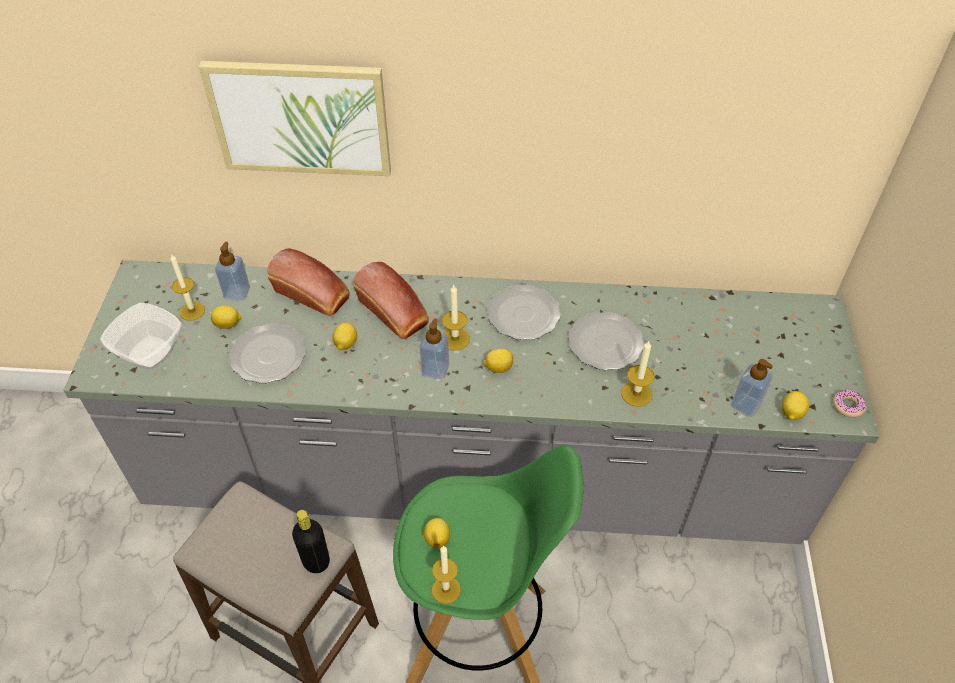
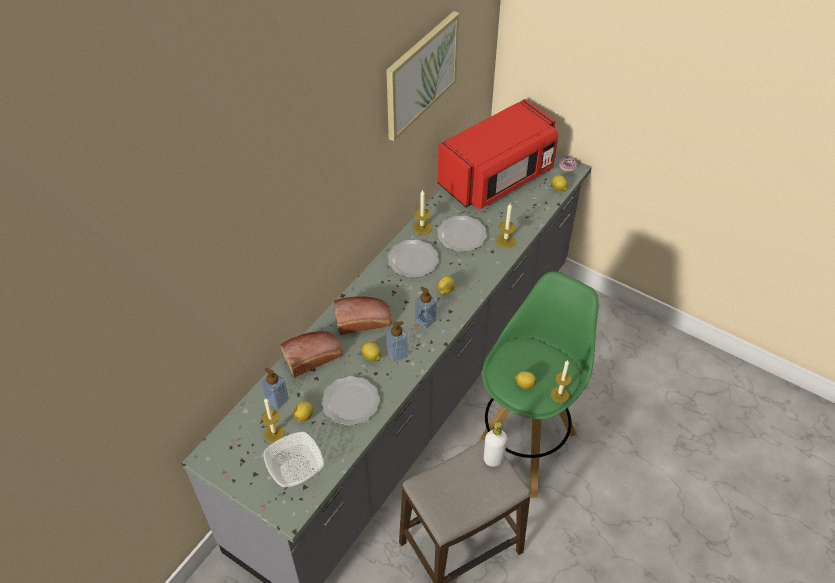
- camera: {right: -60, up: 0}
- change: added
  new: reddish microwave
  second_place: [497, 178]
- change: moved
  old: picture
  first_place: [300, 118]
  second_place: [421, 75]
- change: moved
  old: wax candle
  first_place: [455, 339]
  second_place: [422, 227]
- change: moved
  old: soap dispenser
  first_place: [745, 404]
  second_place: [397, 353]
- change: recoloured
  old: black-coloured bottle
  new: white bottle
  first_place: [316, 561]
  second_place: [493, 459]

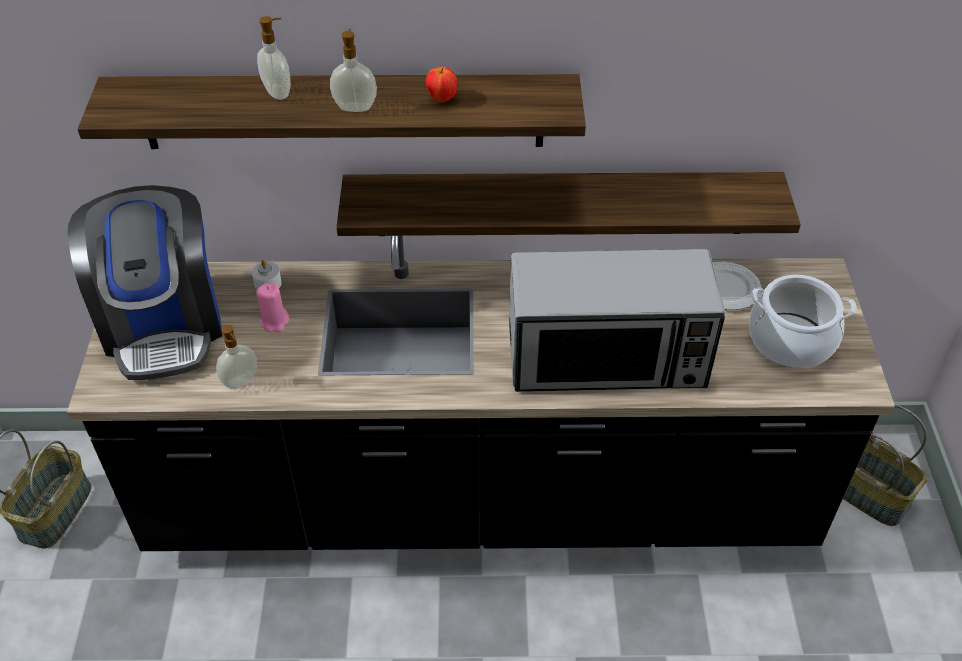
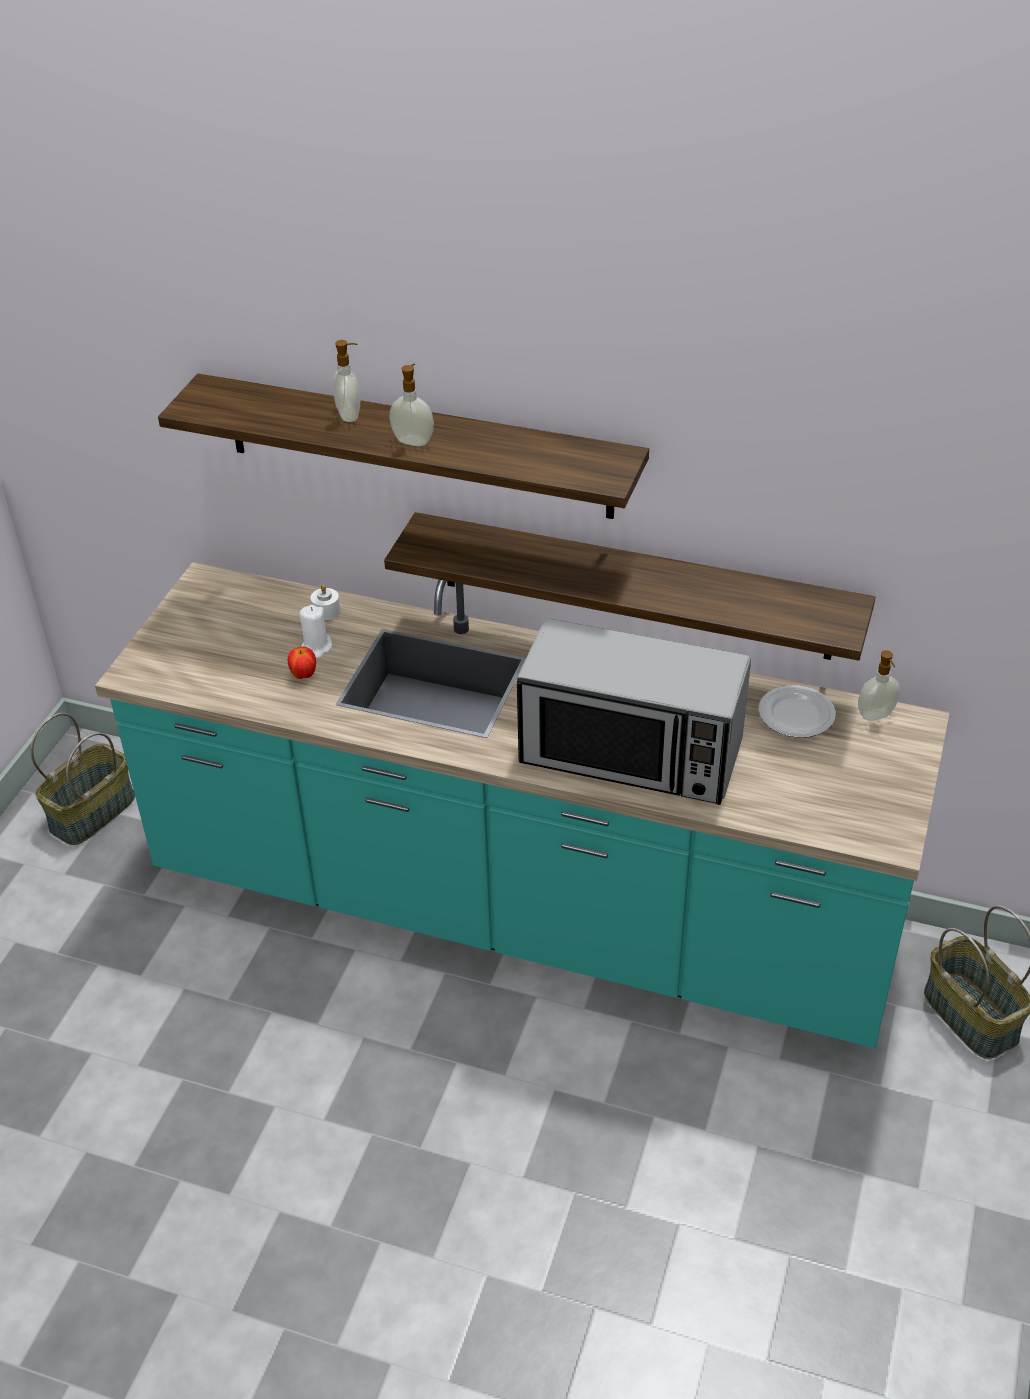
- camera: {right: 20, up: -5}
- change: removed
  old: coffee maker
  first_place: [163, 323]
- change: removed
  old: saucepot
  first_place: [790, 340]
- change: moved
  old: soap dispenser
  first_place: [241, 382]
  second_place: [876, 716]
- change: moved
  old: whole apple
  first_place: [442, 99]
  second_place: [303, 675]
- change: recoloured
  old: black-coloured kitchen base unit
  new: blue-green kitchen base unit
  first_place: [481, 502]
  second_place: [520, 911]
- change: recoloured
  old: pinkish wax candle
  new: white wax candle
  first_place: [275, 322]
  second_place: [316, 647]

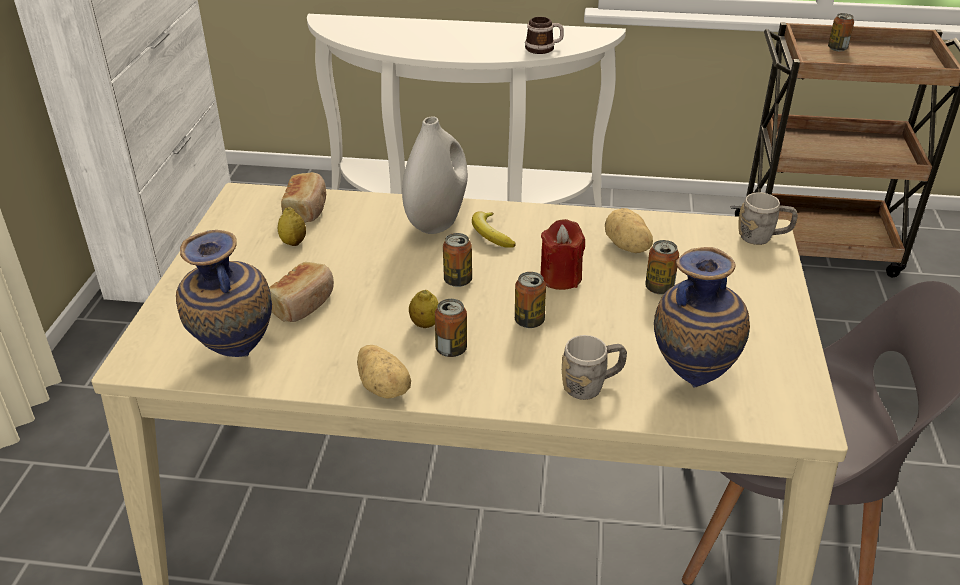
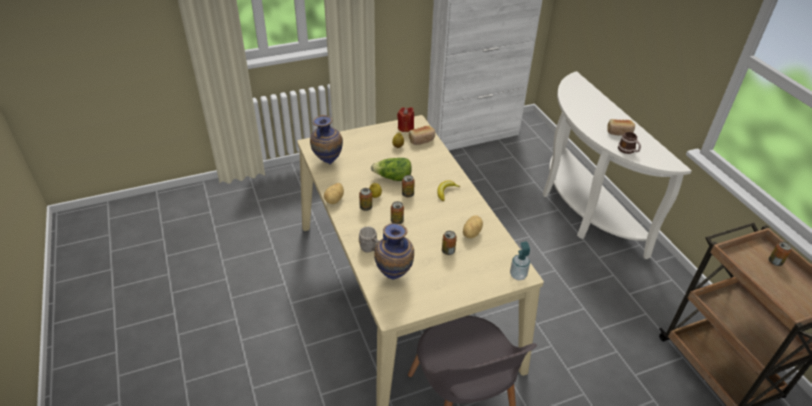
- camera: {right: 60, up: 5}
- change: removed
  old: white vase
  first_place: [436, 221]
- change: added
  new: lettuce head
  second_place: [393, 178]
- change: moved
  old: bakery bread
  first_place: [303, 304]
  second_place: [619, 132]
- change: moved
  old: reddish wax candle
  first_place: [560, 277]
  second_place: [405, 127]
- change: replaced
  old: gray tea mug
  new: soap dispenser
  first_place: [763, 238]
  second_place: [518, 275]

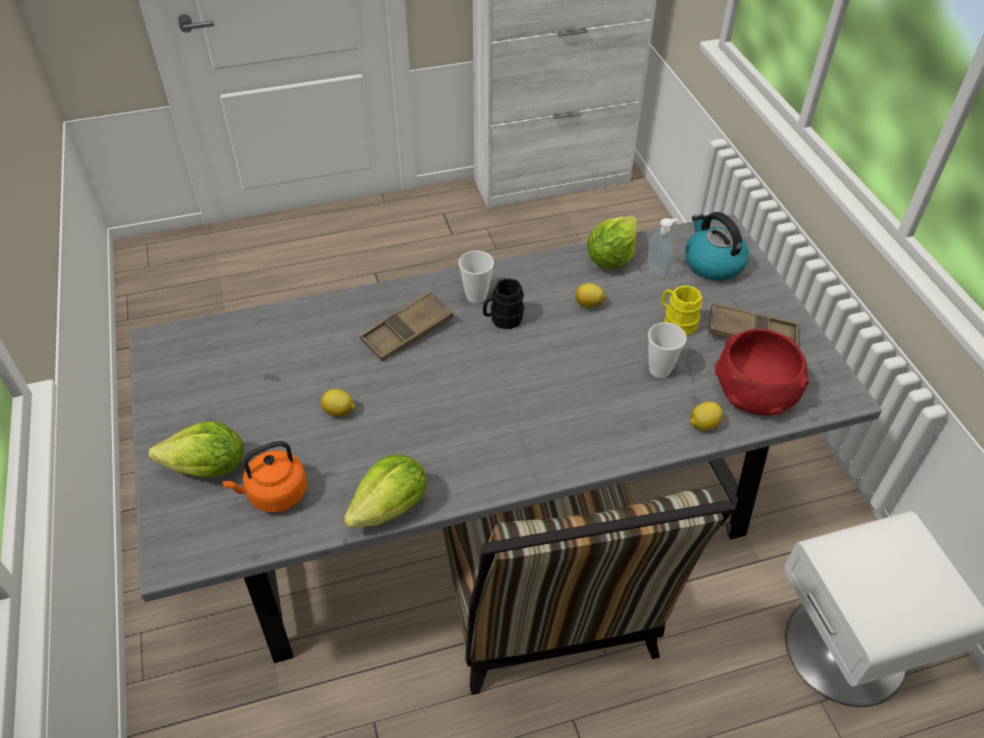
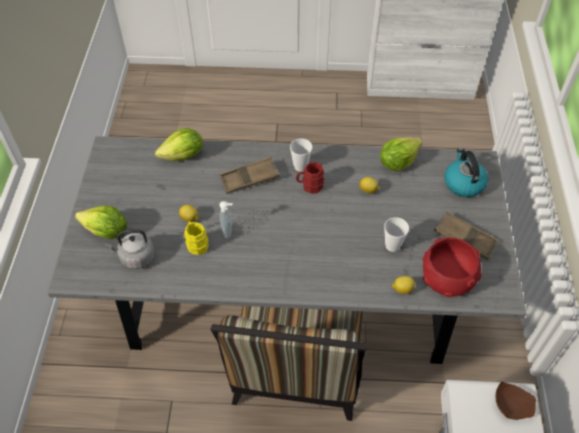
- camera: {right: 20, up: 5}
- change: added
  new: brownish plate
  second_place: [512, 404]
- change: moved
  old: lettuce head
  first_place: [391, 508]
  second_place: [183, 156]
- change: moved
  old: soap dispenser
  first_place: [658, 271]
  second_place: [228, 231]
- change: moved
  old: yellow tea mug
  first_place: [676, 322]
  second_place: [196, 243]
- change: recoloured
  old: orangey tea kettle
  new: gray tea kettle
  first_place: [274, 494]
  second_place: [135, 257]
- change: recoloured
  old: black-coloured tea mug
  new: reddish tea mug
  first_place: [502, 319]
  second_place: [310, 186]

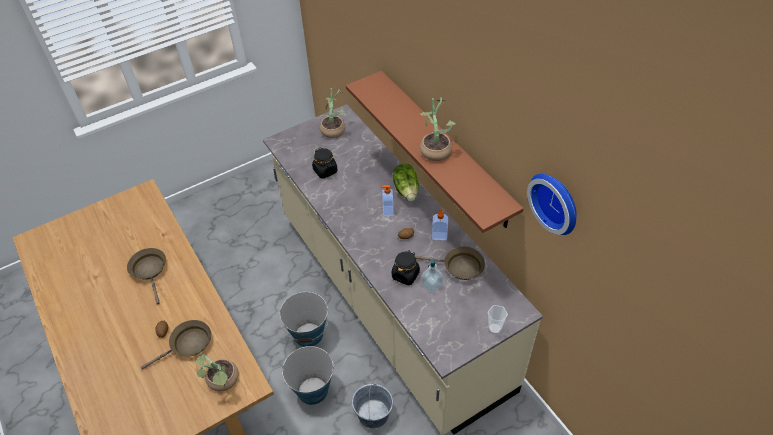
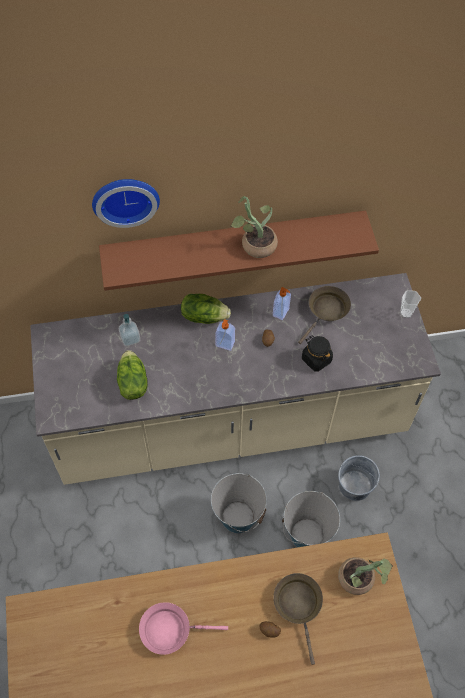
- camera: {right: -70, up: 10}
- change: removed
  old: houseplant
  first_place: [334, 128]
- change: moved
  old: soap dispenser
  first_place: [431, 285]
  second_place: [130, 338]
- change: moved
  old: wall clock
  first_place: [556, 201]
  second_place: [125, 198]
- change: replaced
  old: black-coloured storage jar
  new: lettuce head
  first_place: [325, 171]
  second_place: [132, 383]
- change: recoloured
  old: brownish frying pan
  new: pinkish frying pan
  first_place: [150, 270]
  second_place: [170, 629]

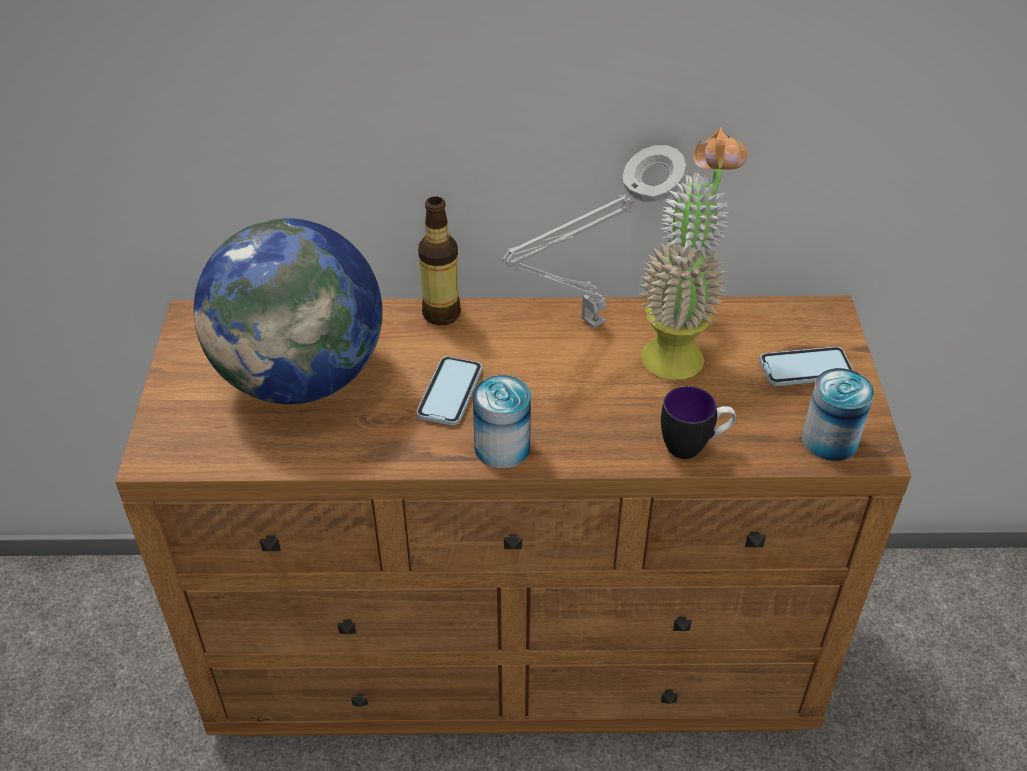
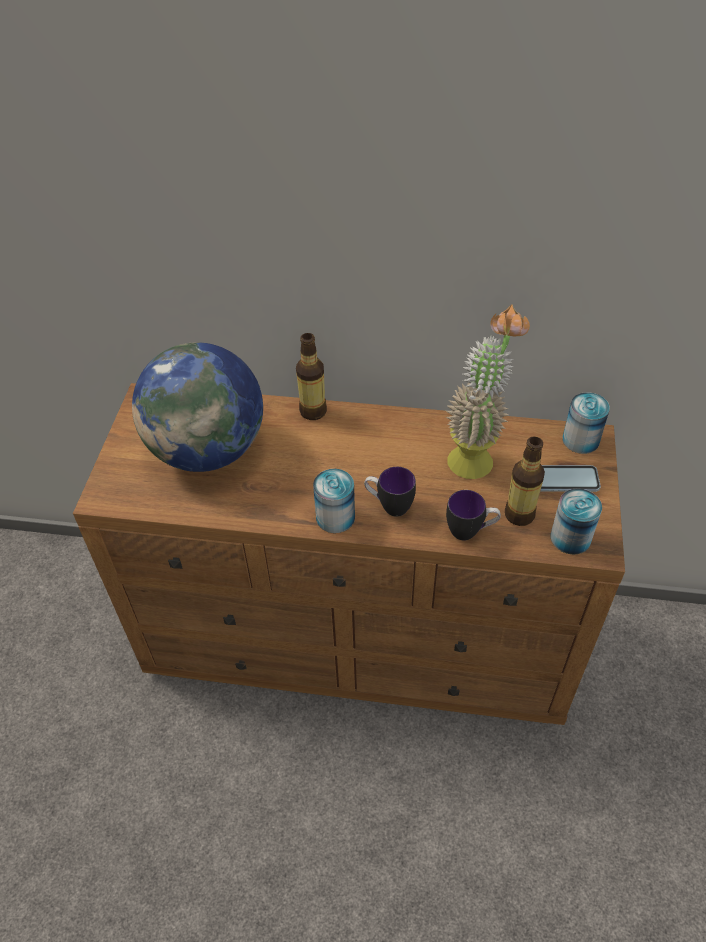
- camera: {right: 10, up: 5}
- change: removed
  old: handset
  first_place: [450, 393]
- change: removed
  old: gray tabletop lamp
  first_place: [587, 325]
- change: added
  new: tea mug
  second_place: [389, 506]
- change: added
  new: bottle
  second_place: [519, 514]
- change: added
  new: can
  second_place: [580, 440]

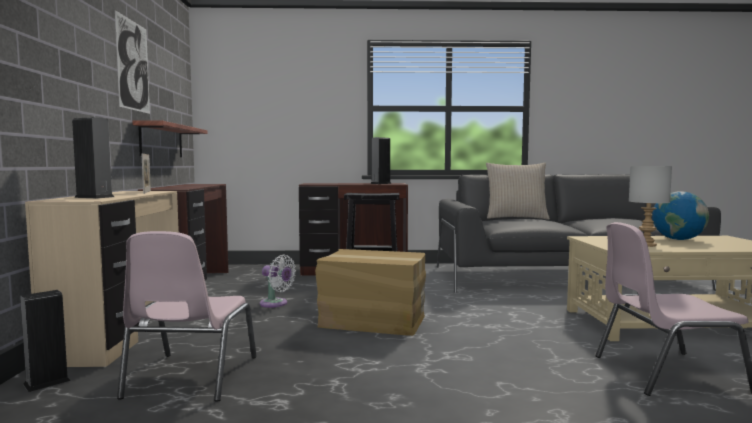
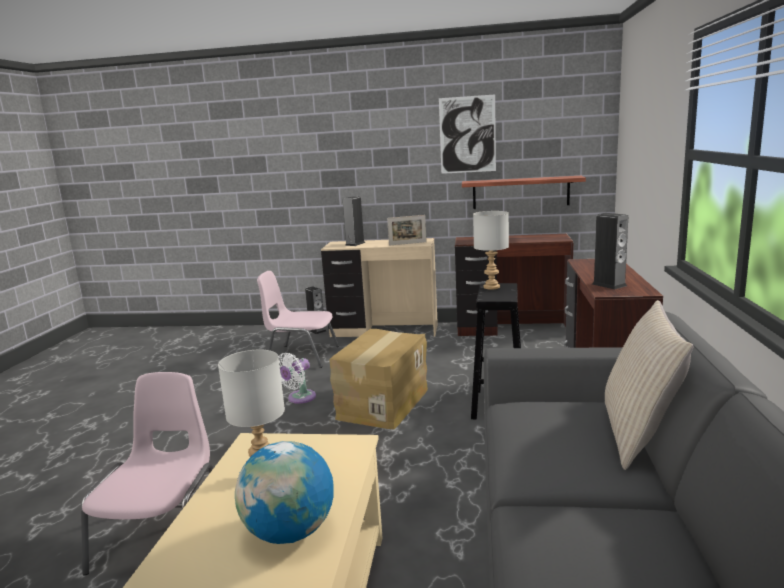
- camera: {right: 100, up: 10}
- change: added
  new: gray tabletop lamp
  second_place: [492, 287]
- change: moved
  old: white electric fan
  first_place: [276, 304]
  second_place: [299, 398]

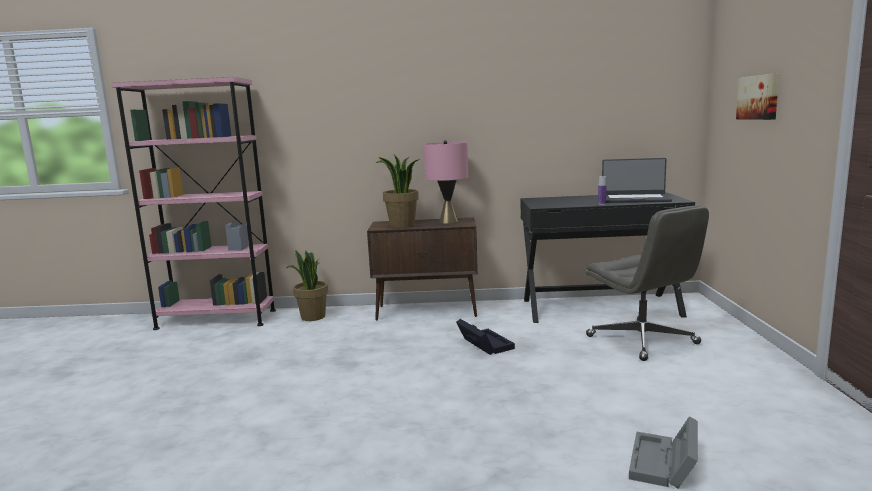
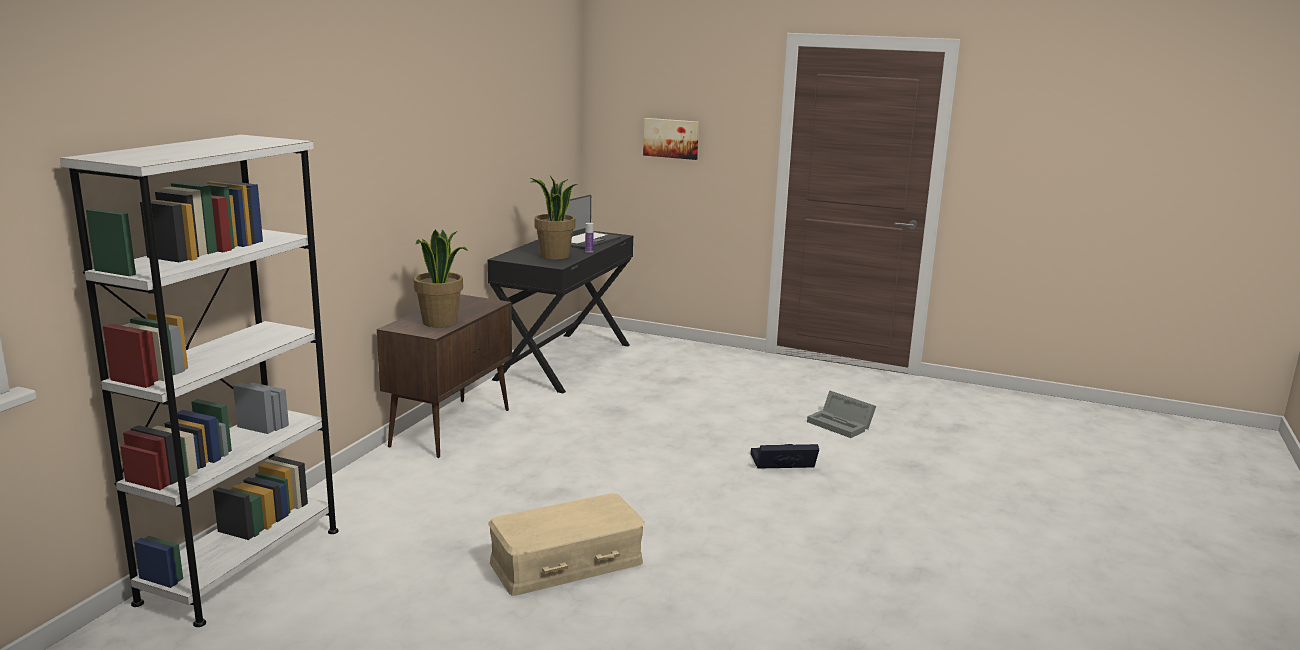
- camera: {right: -70, up: 5}
- change: removed
  old: pinkish tabletop lamp
  first_place: [448, 221]
- change: removed
  old: gray office chair
  first_place: [643, 340]
- change: added
  new: sand-coloured storage box
  second_place: [567, 563]
- change: moved
  old: houseplant
  first_place: [312, 317]
  second_place: [554, 256]
- change: moved
  old: black-coloured storage box
  first_place: [483, 344]
  second_place: [781, 463]
- change: recoloured
  old: pinkish shelving unit
  new: white shelving unit
  first_place: [216, 319]
  second_place: [242, 565]

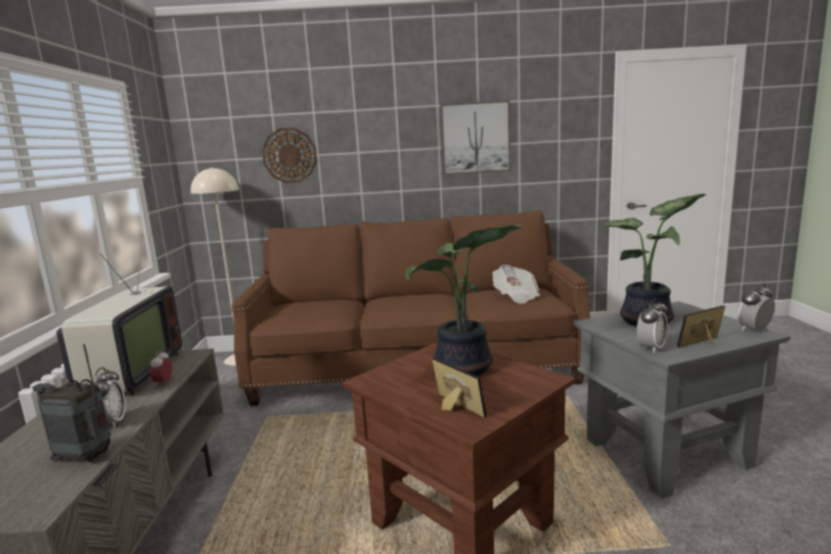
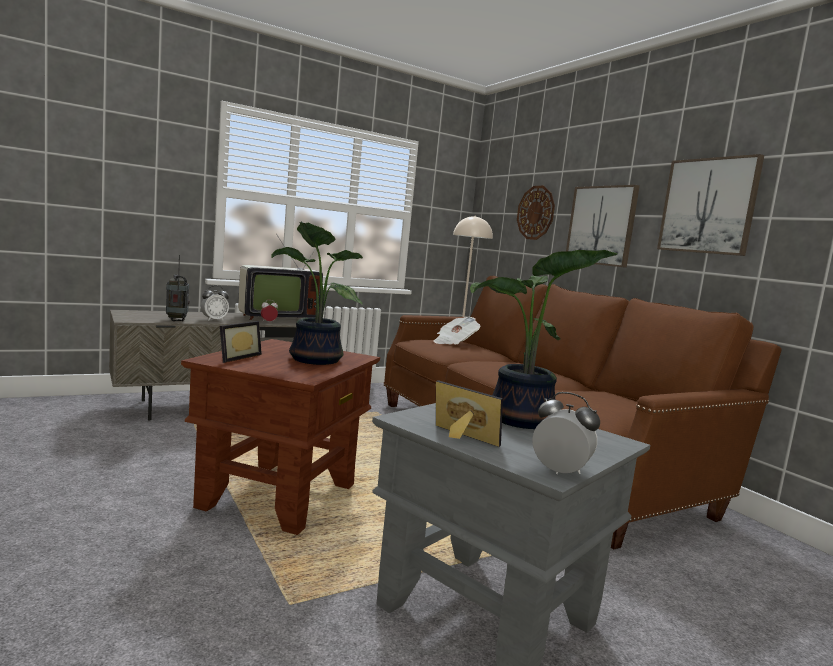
- camera: {right: 60, up: -5}
- change: removed
  old: table clock
  first_place: [651, 348]
- change: added
  new: picture
  second_place: [601, 225]
- change: moved
  old: newspaper
  first_place: [516, 296]
  second_place: [454, 343]

